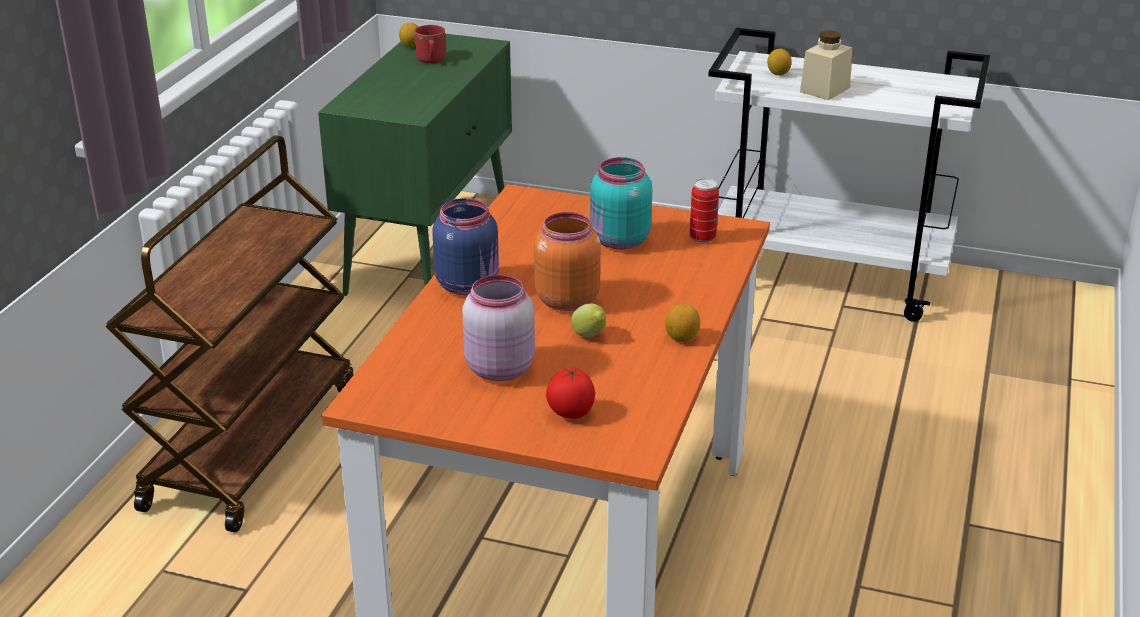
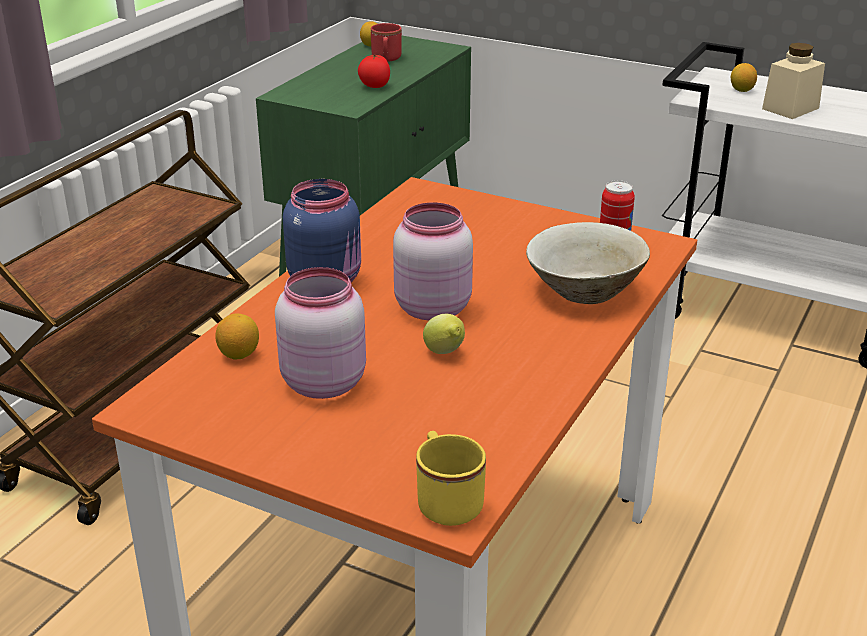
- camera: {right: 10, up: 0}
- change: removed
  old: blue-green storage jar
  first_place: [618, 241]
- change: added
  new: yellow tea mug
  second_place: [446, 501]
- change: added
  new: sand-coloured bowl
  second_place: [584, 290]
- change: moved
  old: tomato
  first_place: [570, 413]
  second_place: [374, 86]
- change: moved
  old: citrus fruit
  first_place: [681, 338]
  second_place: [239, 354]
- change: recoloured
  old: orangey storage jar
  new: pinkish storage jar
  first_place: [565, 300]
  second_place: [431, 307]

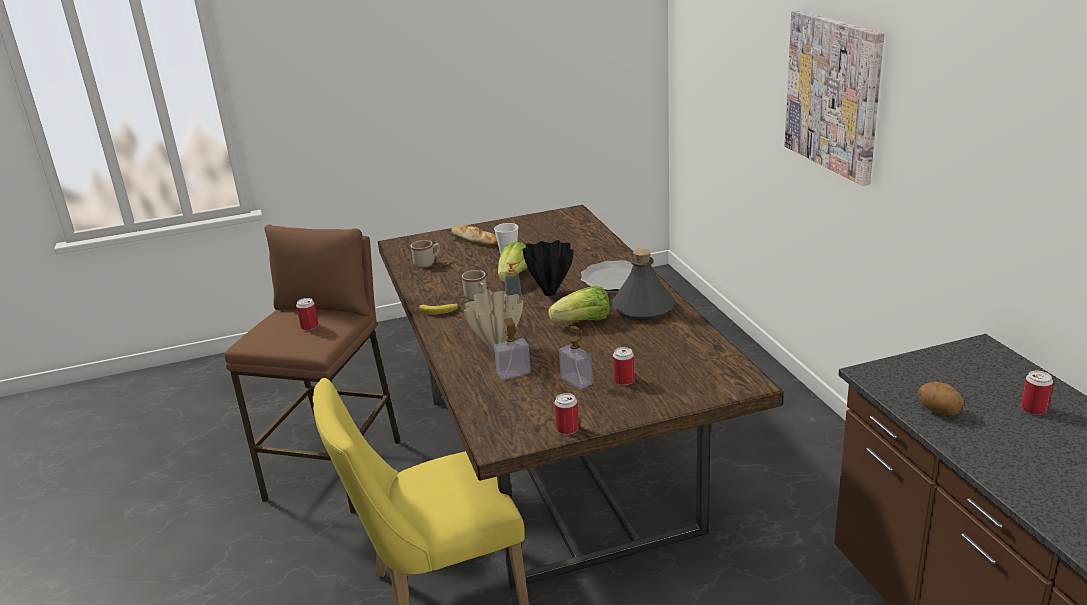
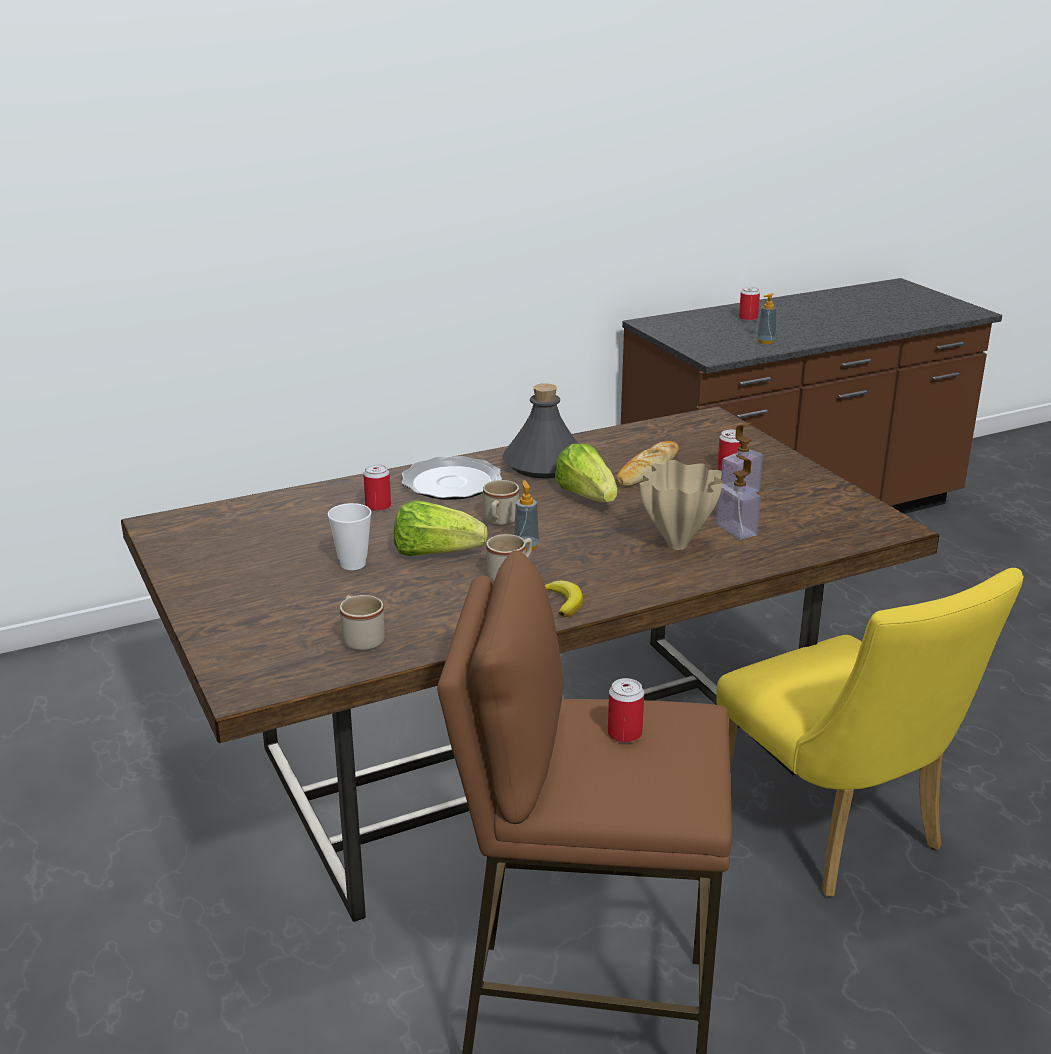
- camera: {right: -100, up: 0}
- change: removed
  old: picture
  first_place: [833, 94]
- change: moved
  old: bakery bread
  first_place: [476, 239]
  second_place: [647, 469]
- change: moved
  old: can
  first_place: [567, 429]
  second_place: [378, 506]
- change: replaced
  old: black-coloured vase
  new: sand-coloured tea mug
  first_place: [550, 294]
  second_place: [499, 522]
- change: replaced
  old: potato
  new: soap dispenser
  first_place: [939, 411]
  second_place: [765, 341]

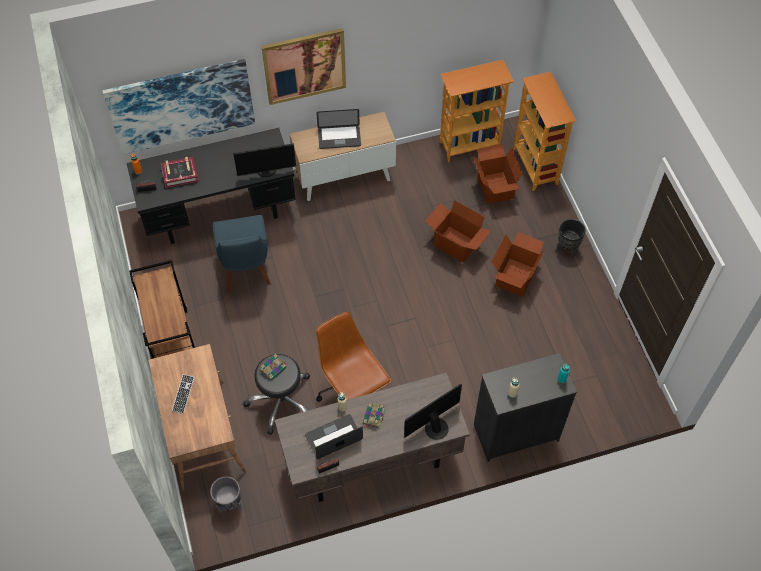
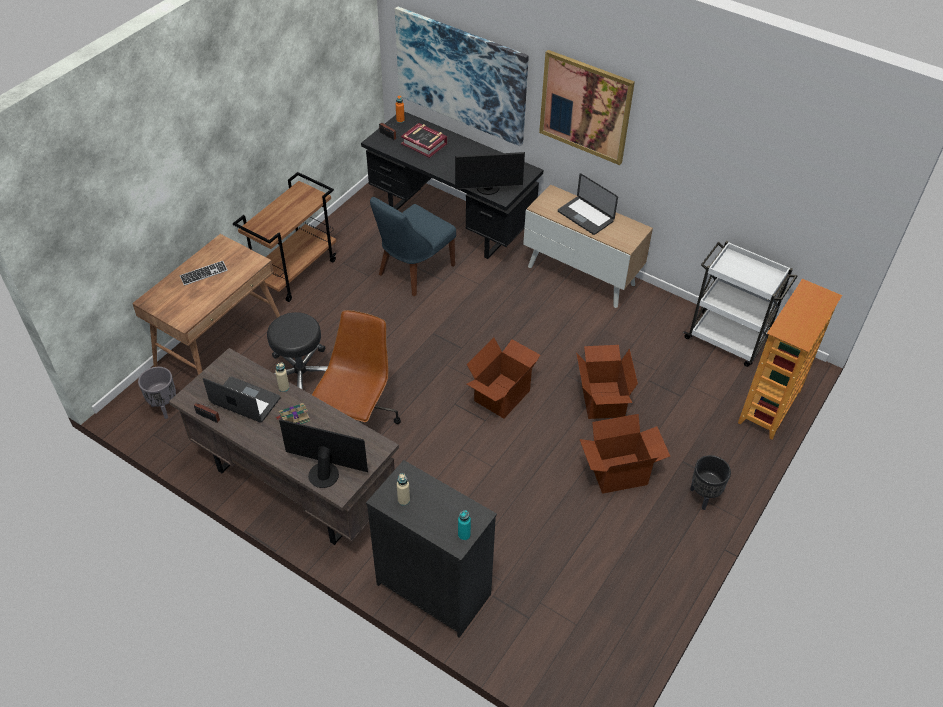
- camera: {right: 50, up: -10}
- change: removed
  old: bound book
  first_place: [273, 368]
- change: moved
  old: packing box
  first_place: [494, 188]
  second_place: [501, 395]
- change: replaced
  old: shelving unit
  new: white cart
  first_place: [469, 145]
  second_place: [727, 340]
- change: turned
  old: computer display
  first_place: [266, 171]
  second_place: [488, 189]
  degrees: -45

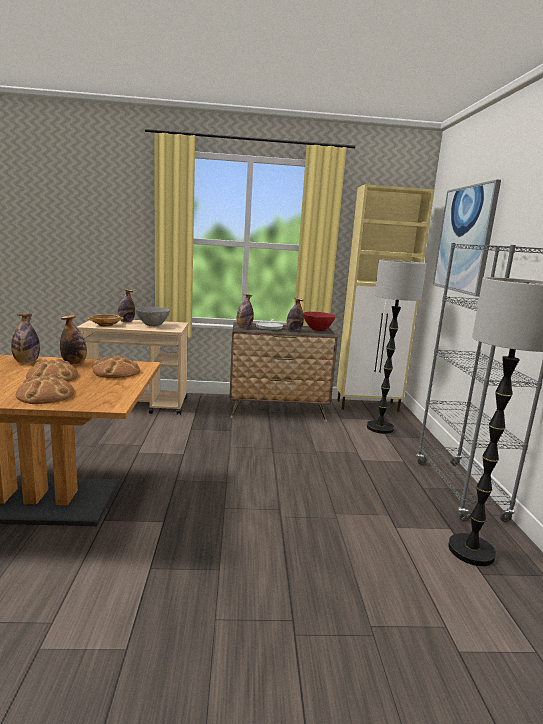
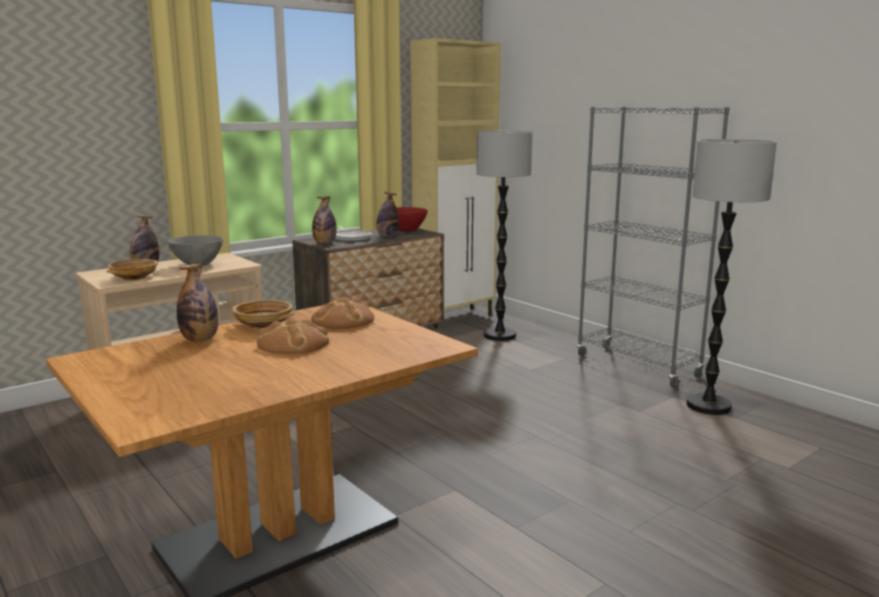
- camera: {right: -35, up: 0}
- change: removed
  old: bakery bread
  first_place: [46, 395]
- change: removed
  old: picture
  first_place: [464, 239]
- change: replaced
  old: bottle
  new: sand-coloured bowl
  first_place: [74, 363]
  second_place: [264, 325]

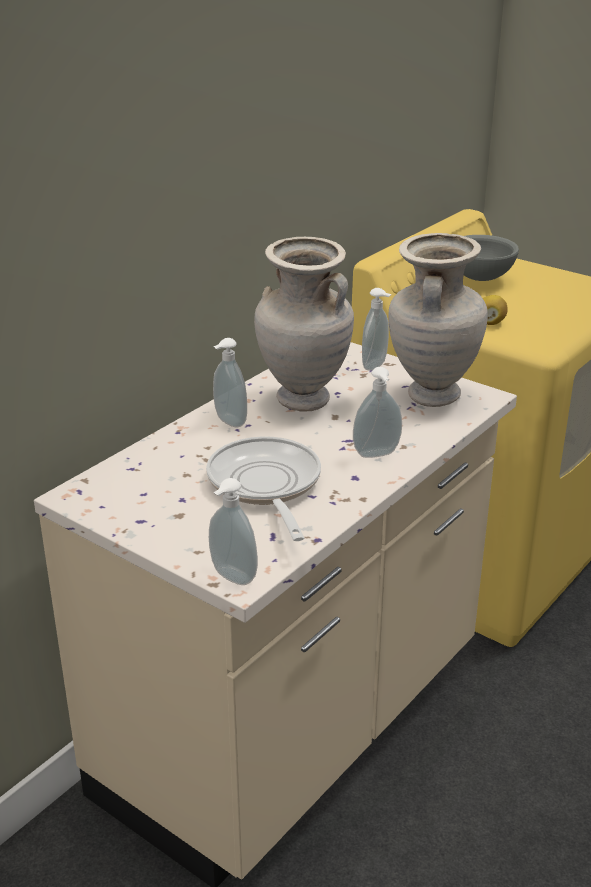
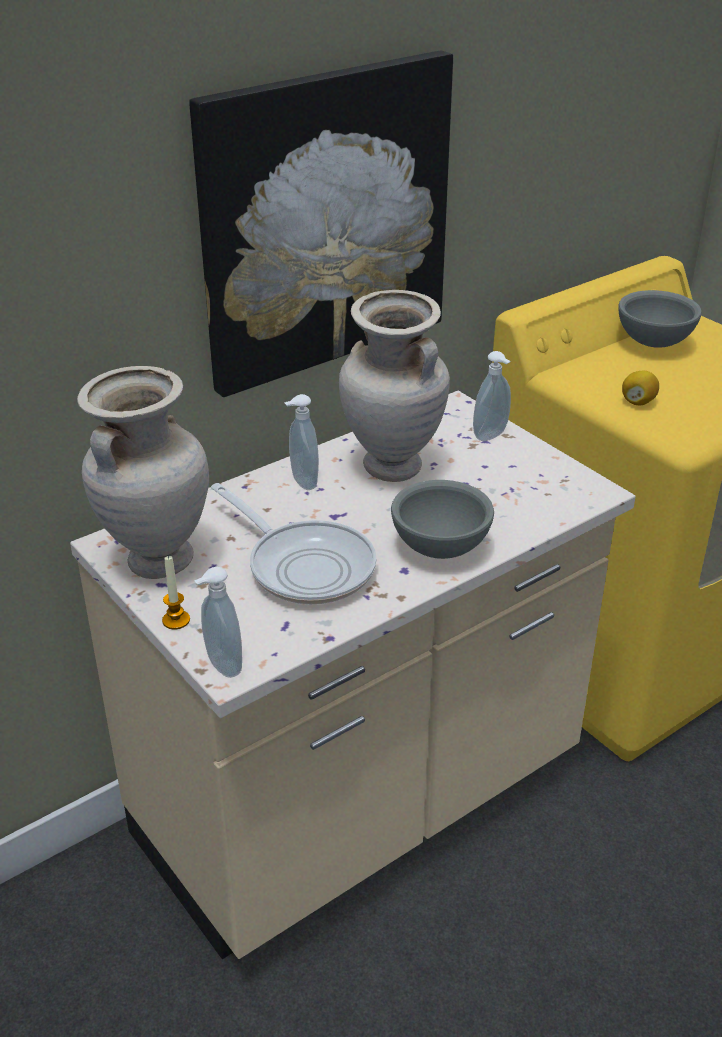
- camera: {right: 15, up: 5}
- change: added
  new: wax candle
  second_place: [176, 620]
- change: added
  new: picture
  second_place: [325, 221]
- change: moved
  old: sand-coloured vase
  first_place: [431, 396]
  second_place: [157, 561]
- change: replaced
  old: soap dispenser
  new: gray bowl
  first_place: [377, 455]
  second_place: [441, 546]
- change: turned
  old: frying pan
  first_place: [265, 486]
  second_place: [305, 565]
  degrees: 135

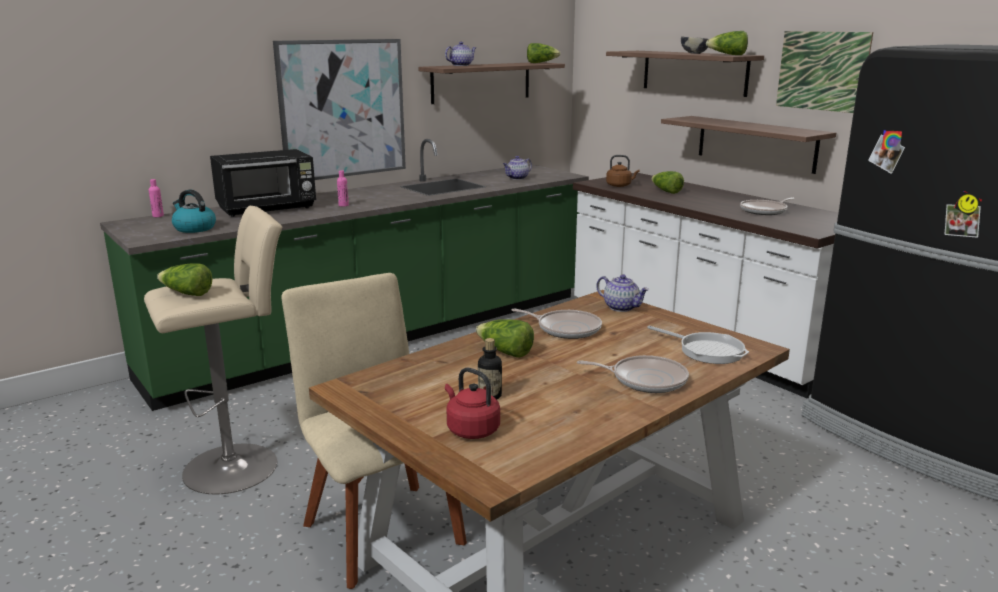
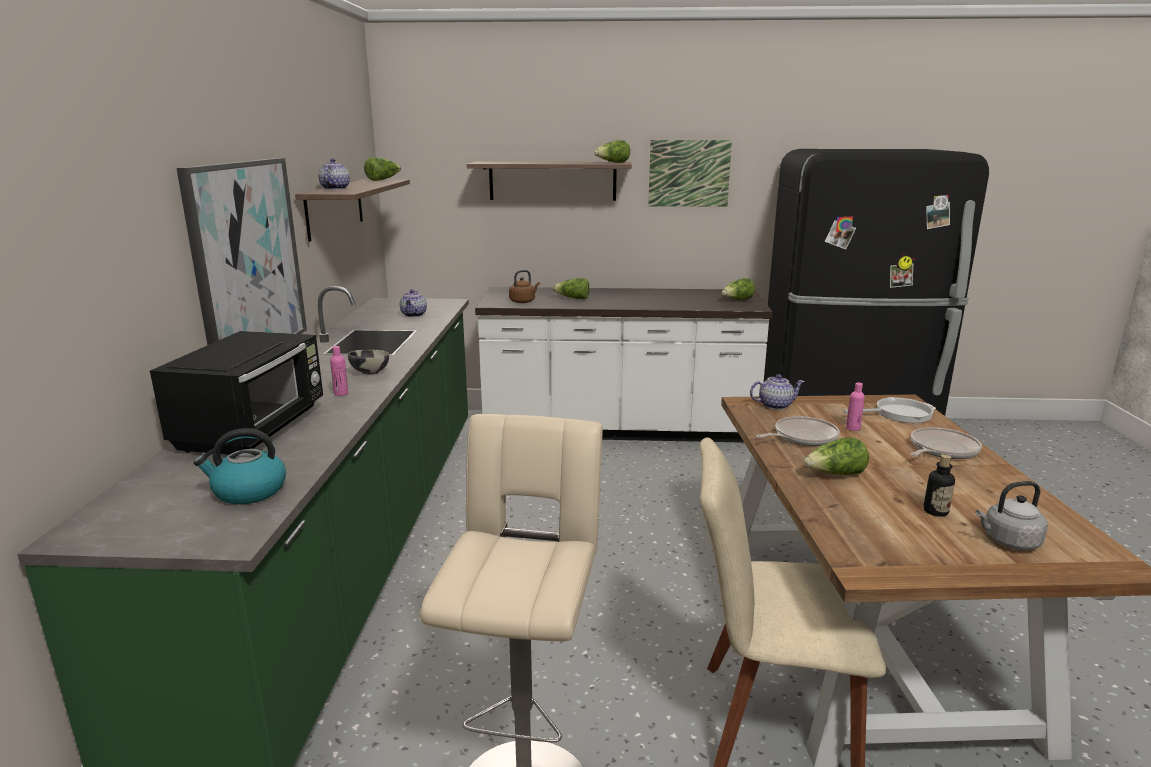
- camera: {right: -50, up: 0}
- change: removed
  old: shelf
  first_place: [755, 143]
- change: removed
  old: frying pan
  first_place: [765, 211]
- change: moved
  old: pinkish bottle
  first_place: [158, 216]
  second_place: [852, 428]
- change: moved
  old: lettuce head
  first_place: [187, 293]
  second_place: [737, 300]
- change: moved
  old: bowl
  first_place: [694, 53]
  second_place: [369, 373]
- change: recoloured
  old: reddish tea kettle
  new: gray tea kettle
  first_place: [471, 429]
  second_place: [1008, 541]

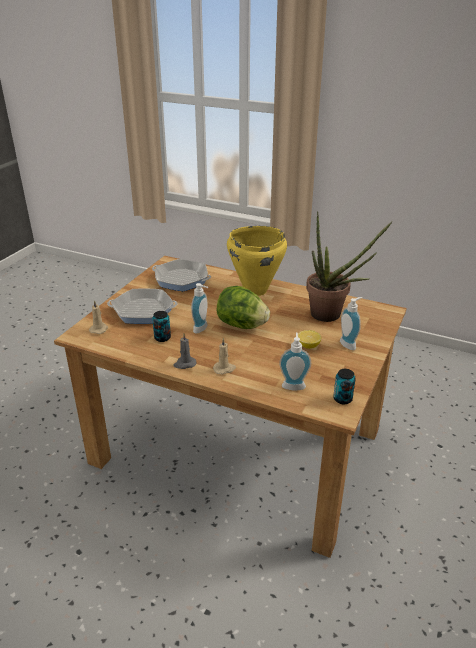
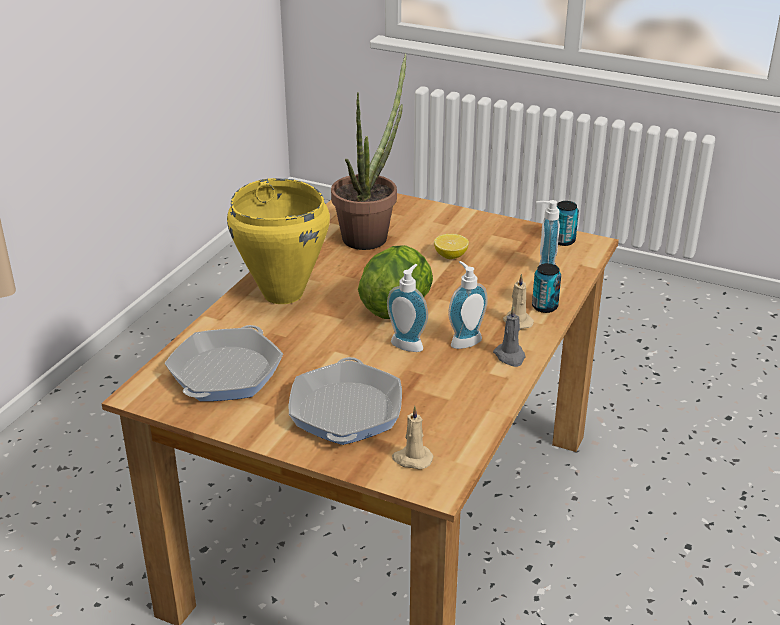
- camera: {right: -90, up: 0}
- change: moved
  old: can
  first_place: [162, 338]
  second_place: [544, 307]
- change: moved
  old: soap dispenser
  first_place: [349, 344]
  second_place: [464, 340]

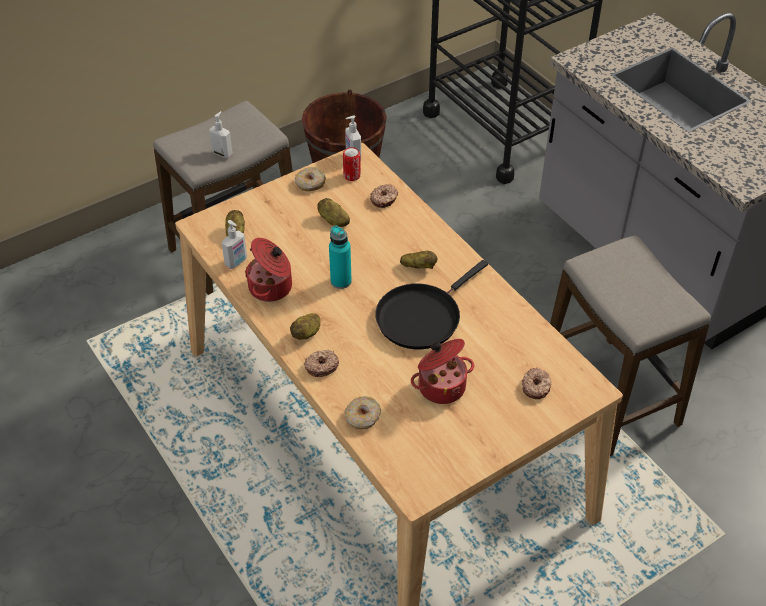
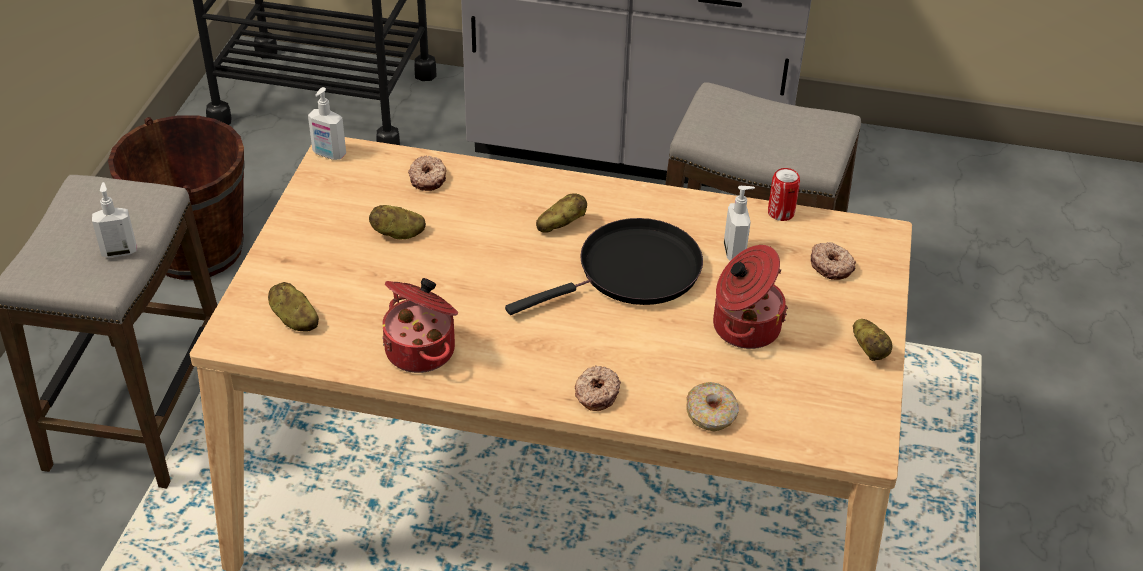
- camera: {right: -45, up: -5}
- change: removed
  old: donut
  first_place: [310, 184]
- change: removed
  old: blue-green bottle
  first_place: [341, 281]
- change: moved
  old: soap dispenser
  first_place: [236, 262]
  second_place: [735, 252]
- change: moved
  old: potato
  first_place: [307, 333]
  second_place: [869, 350]
- change: moved
  old: can
  first_place: [352, 176]
  second_place: [781, 213]
- change: turned
  old: black-coloured frying pan
  first_place: [421, 316]
  second_place: [632, 272]
  degrees: -120

